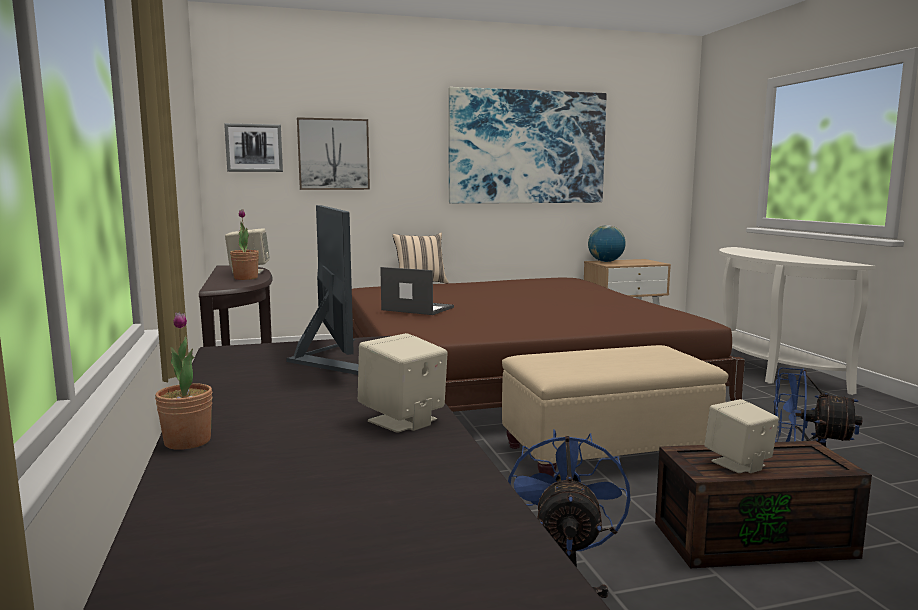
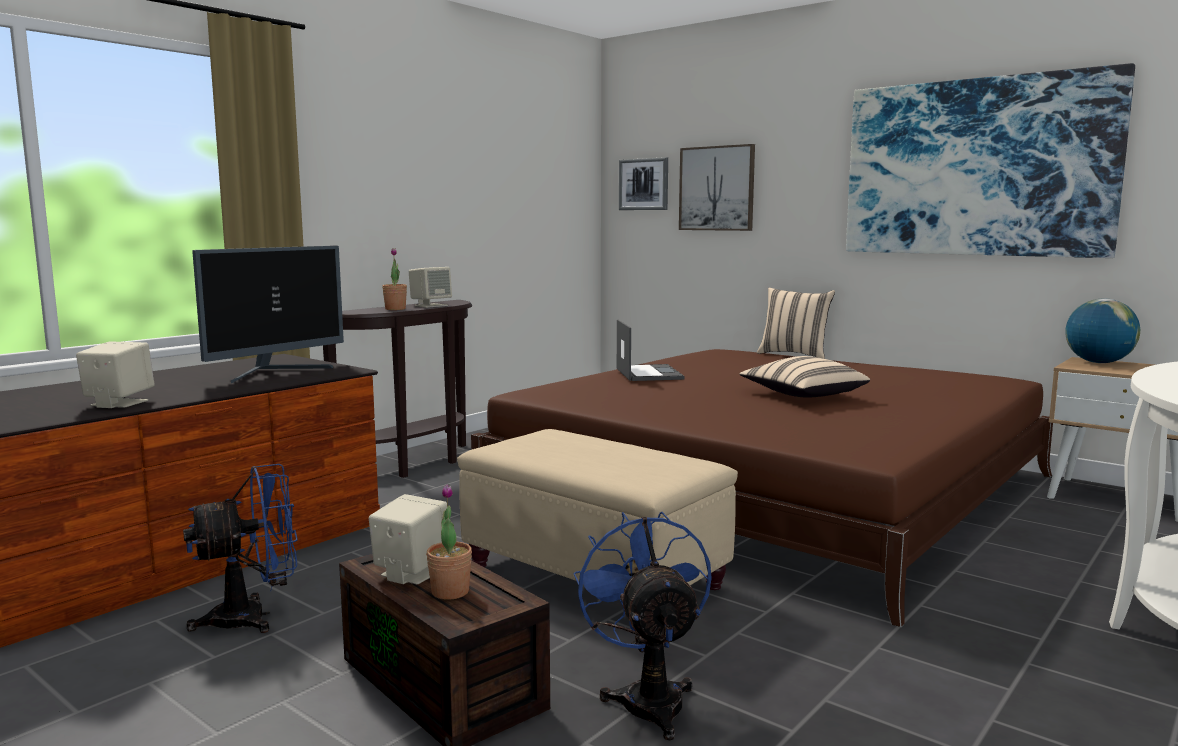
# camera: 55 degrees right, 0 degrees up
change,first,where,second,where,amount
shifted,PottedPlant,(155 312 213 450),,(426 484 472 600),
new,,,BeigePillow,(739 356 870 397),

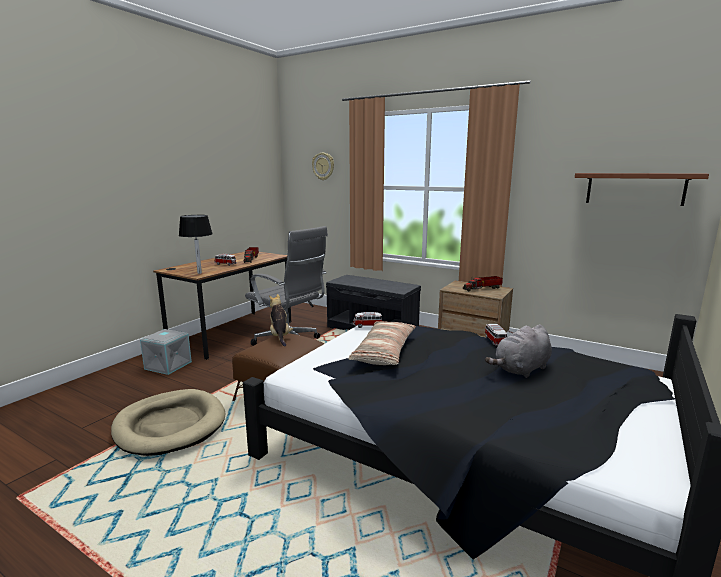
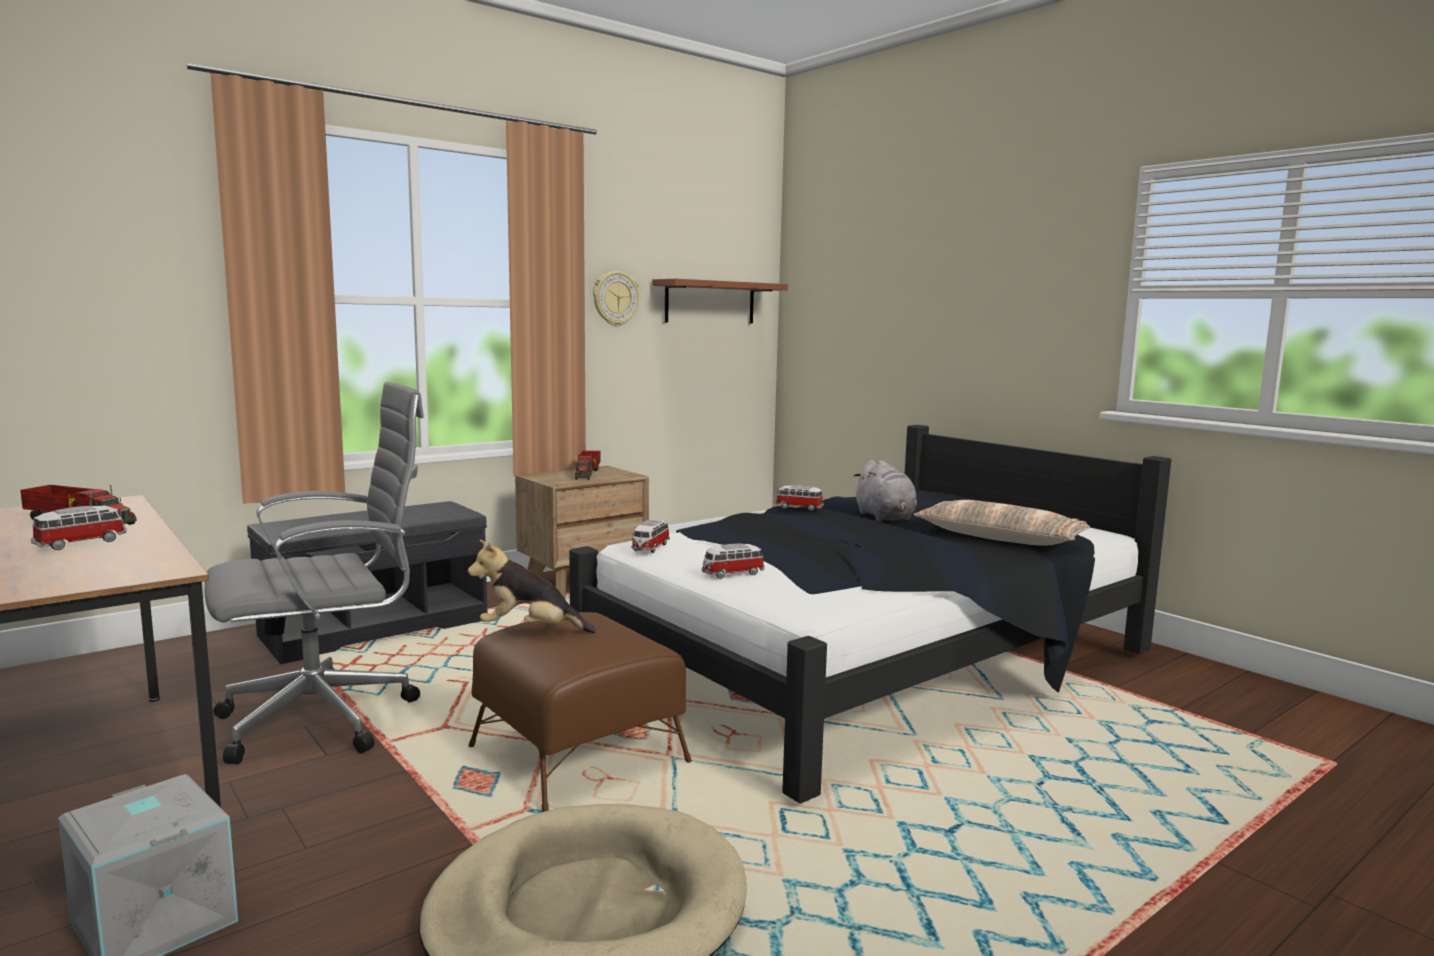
# camera: 70 degrees left, 5 degrees down
change,first,where,second,where,amount
shifted,WallClock,(312 153 334 180),,(593 271 640 327),
gone,BlackTableLamp,(179 215 213 274),,,
shifted,Pillow,(348 321 416 365),,(914 500 1090 546),
new,,,ToyCar,(702 543 765 579),

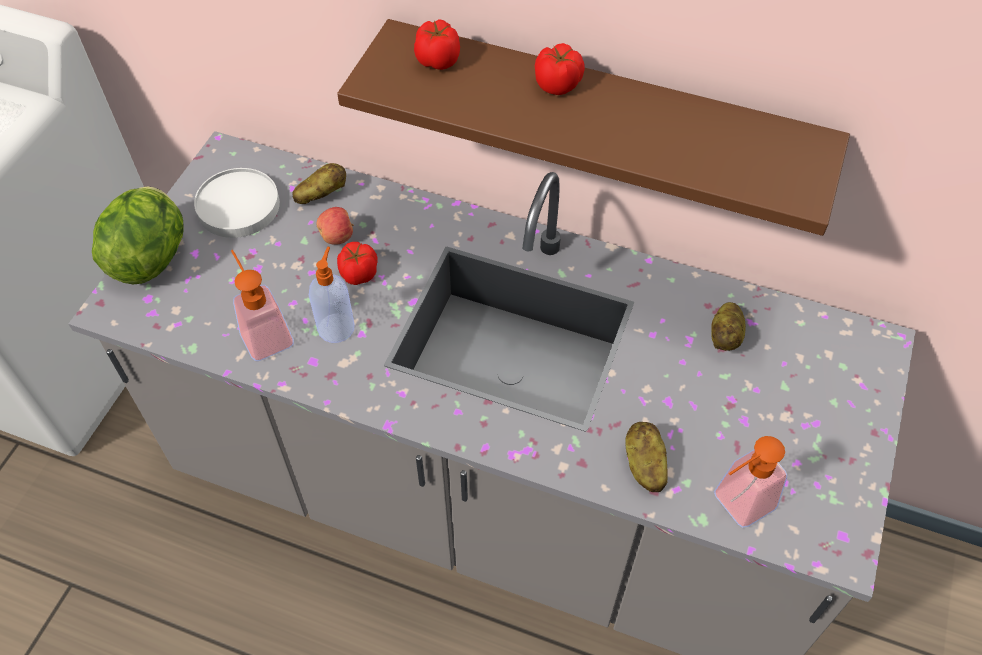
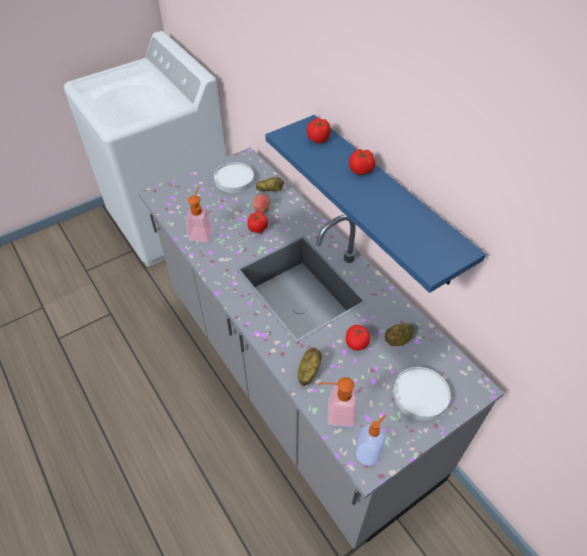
# camera: 35 degrees right, 5 degrees down
change,first,where,second,where,amount
repainted,BrownShelf,(337 19 850 236),BlueShelf,(265 115 486 293),
gone,Lettuce,(92 186 184 284),,,
shifted,SoapDispenser,(309 247 355 343),,(356 414 387 466),
new,,,Tomato,(346 325 370 351),
new,,,WhitePlate,(393 367 450 421),

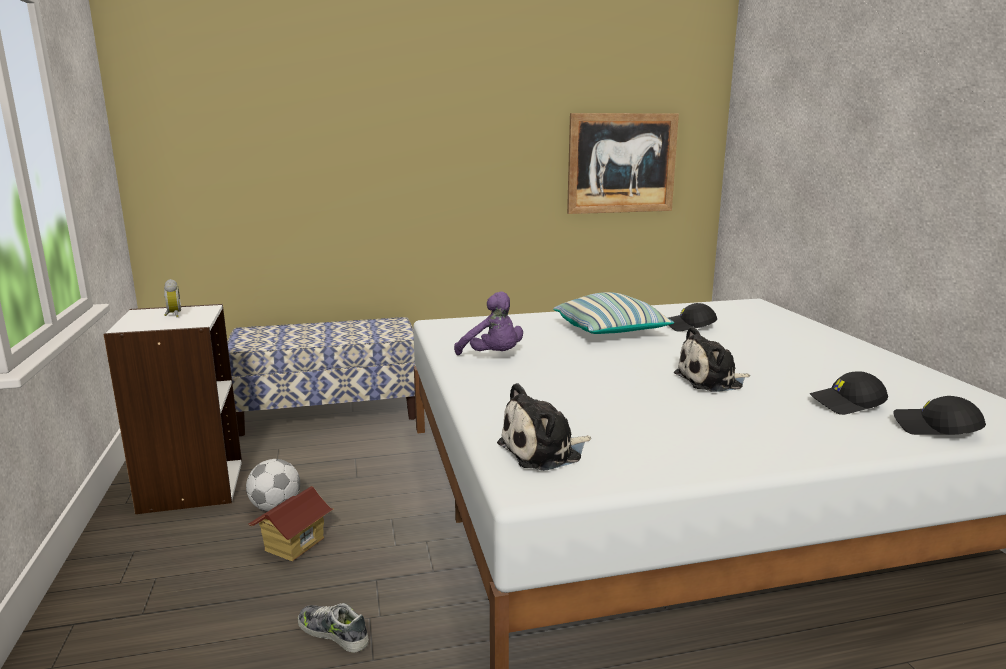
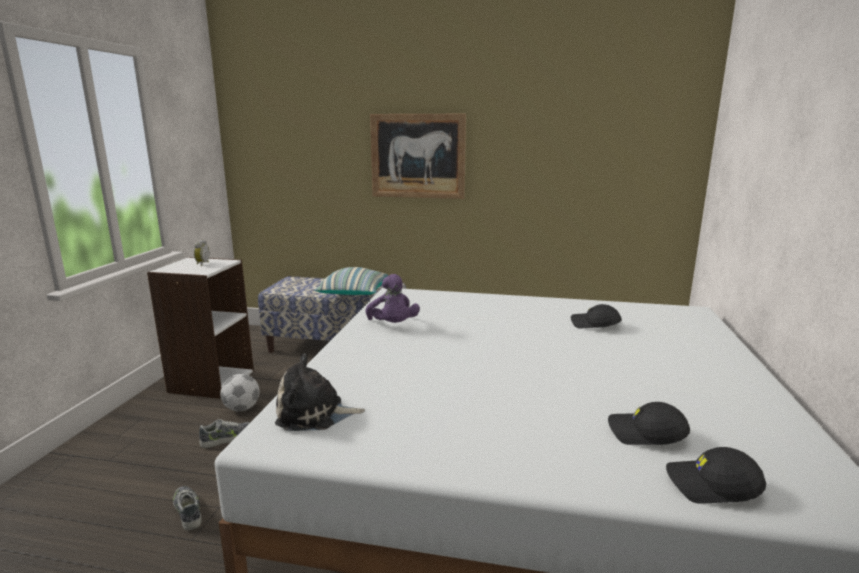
# camera: 25 degrees right, 0 degrees up
change,first,where,second,where,amount
shifted,Picture,(567 113 679 214),,(370 114 466 199),
shifted,Pillow,(553 292 674 334),,(314 267 389 295),
gone,PlushToy,(674 326 750 392),,,
rotated,BlackCap,(893 396 986 435),,(666 447 766 504),45 degrees counterclockwise
swapped,ToyHouse,(249 486 333 561),Shoe,(199 419 249 448),

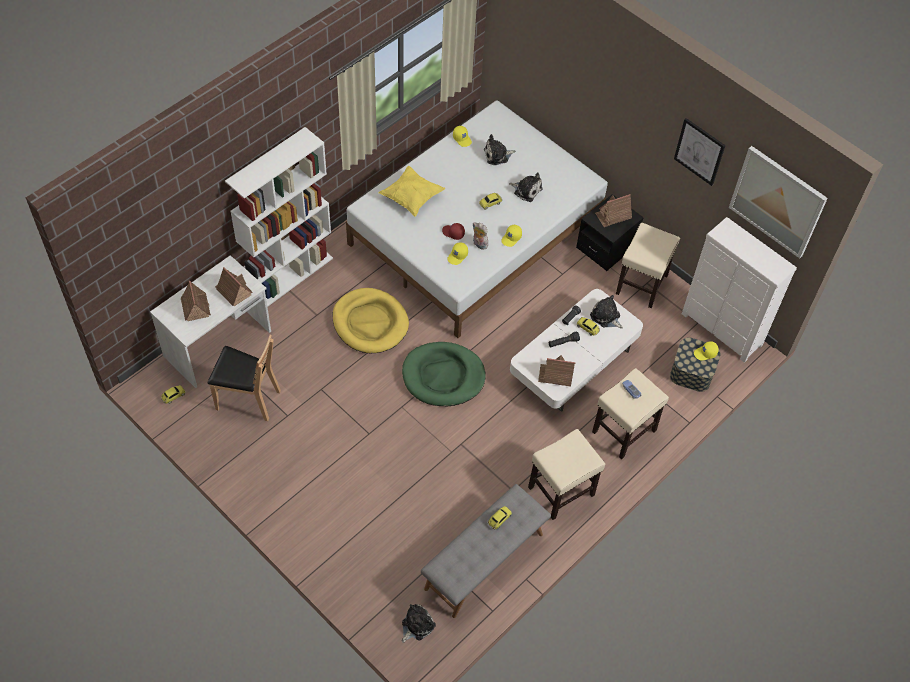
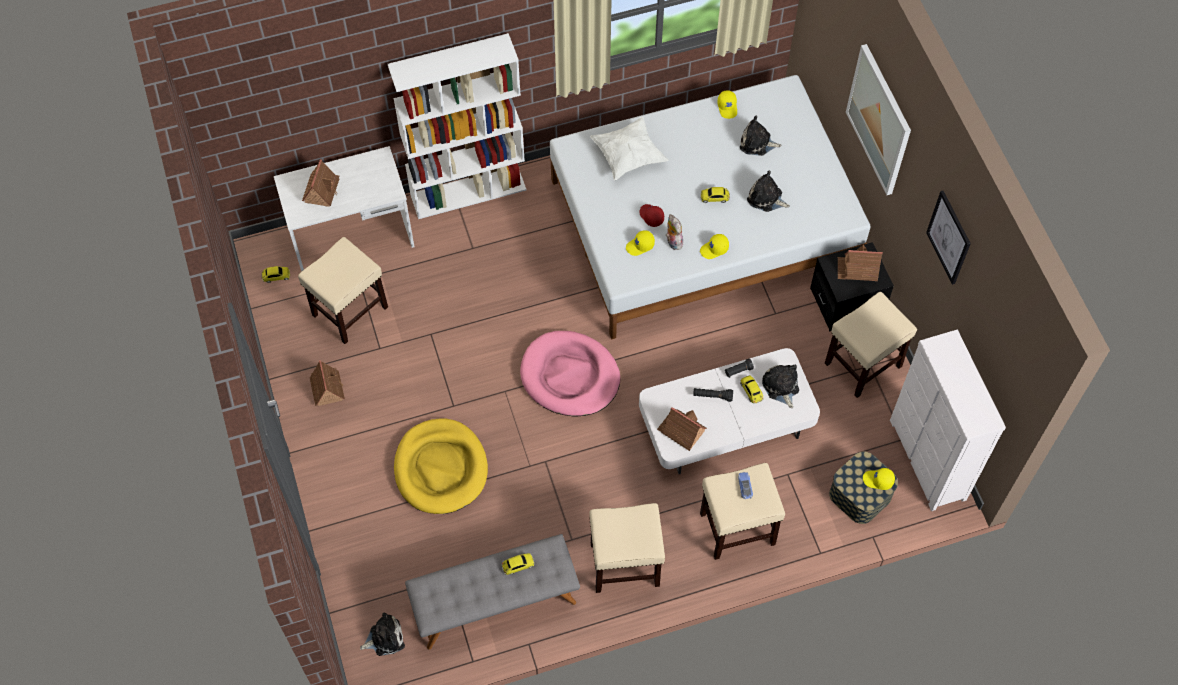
# camera: 30 degrees right, 5 degrees up
change,first,where,second,where,amount
shifted,Picture,(729 146 828 258),,(846 44 911 195),
repainted,YellowPillow,(378 166 446 217),WhitePillow,(590 117 669 180),
rotated,PlushToy,(509 172 543 202),,(747 171 790 212),150 degrees clockwise
shifted,ToyHouse,(215 267 253 306),,(310 360 345 406),
shifted,YellowDogBed,(333 288 409 353),,(394 418 488 514),
swapped,BrownChair,(208 335 281 421),BeigeStool,(298 237 388 344),
repainted,GreenDogBed,(402 342 486 406),PinkDogBed,(520 331 620 416),

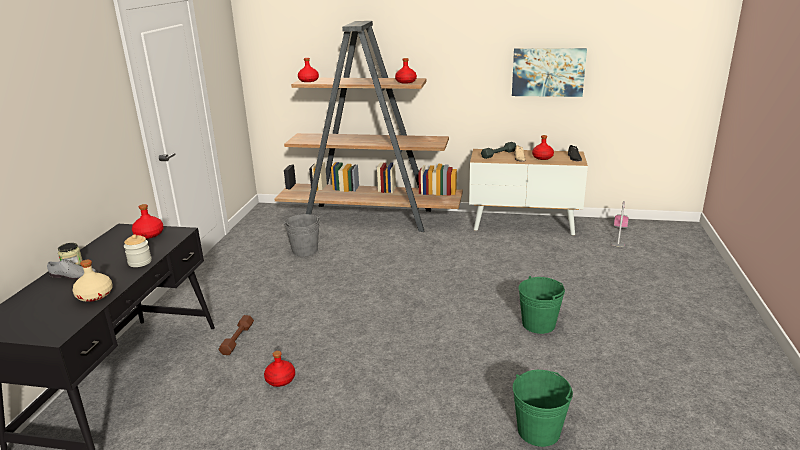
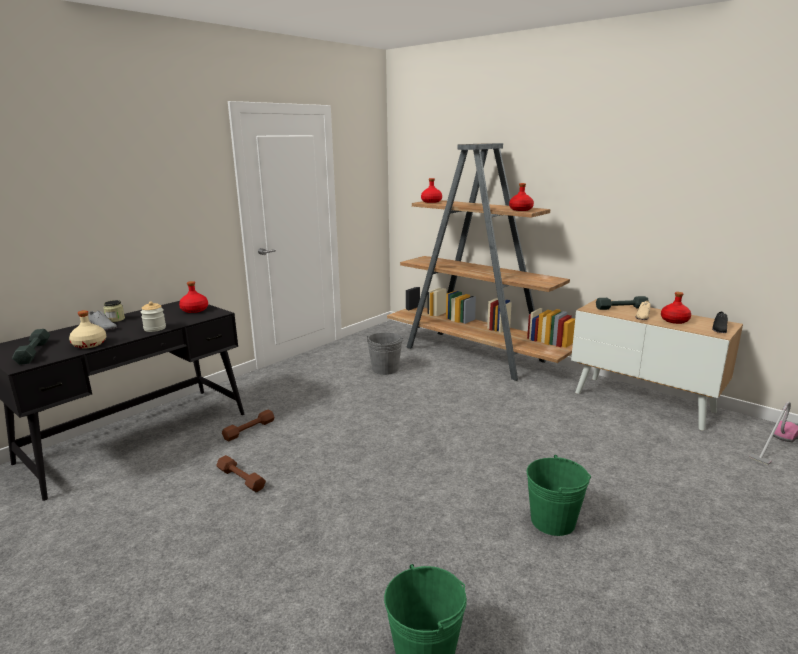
# camera: 30 degrees right, 5 degrees down
change,first,where,second,where,amount
gone,Picture,(512 48 587 97),,,
swapped,RedBottle,(264 351 295 387),BrownDumbbell,(216 455 266 492),
new,,,GreyDumbbell,(12 329 50 365),

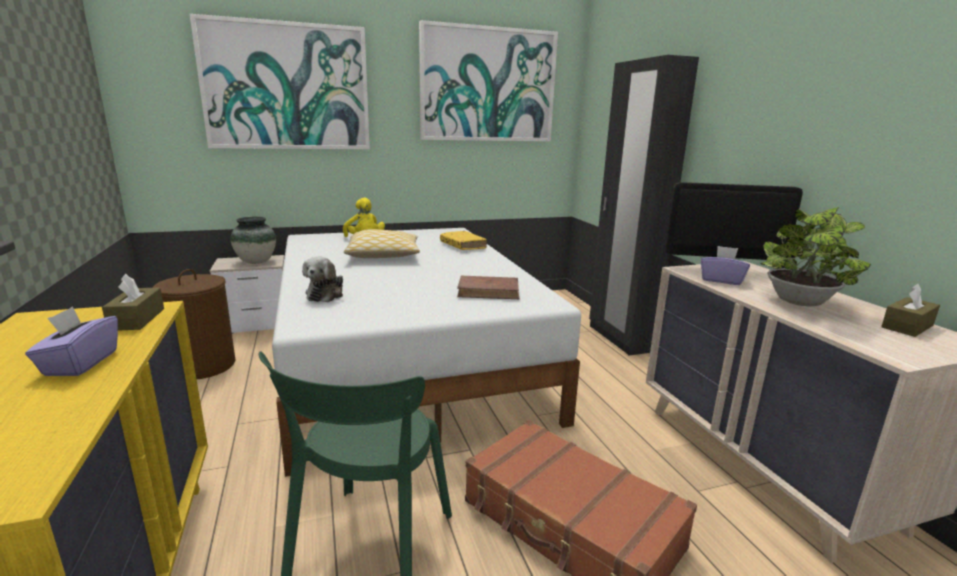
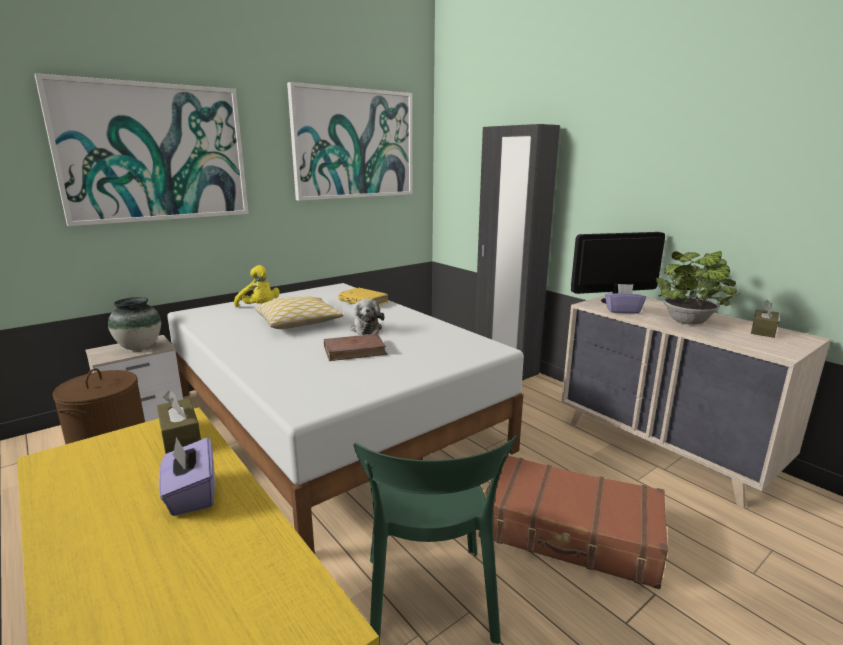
# camera: 20 degrees left, 0 degrees up
change,first,where,second,where,amount
shifted,PlushToy,(302 256 343 302),,(350 299 384 335),
shifted,BrownBook,(457 276 520 299),,(324 334 387 361),

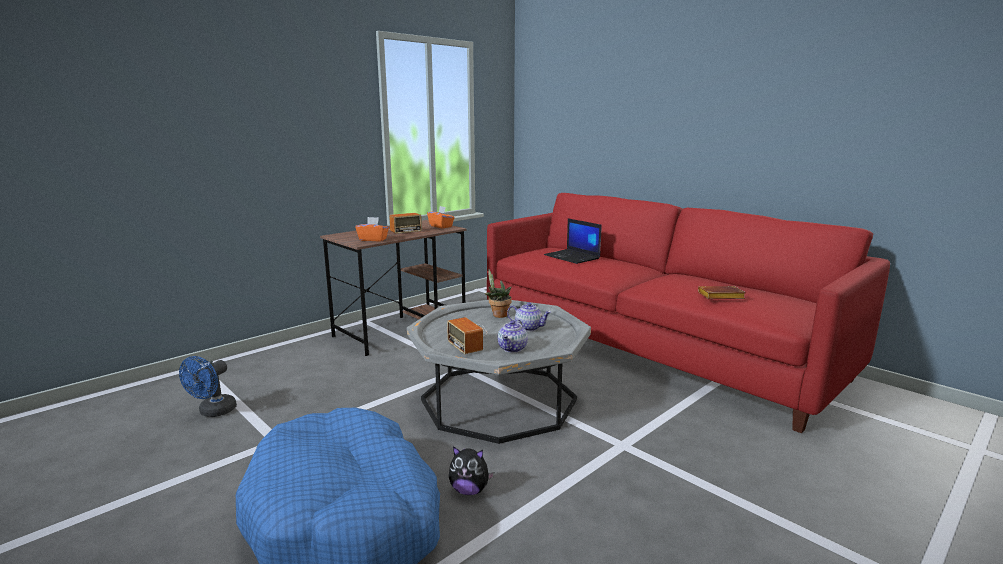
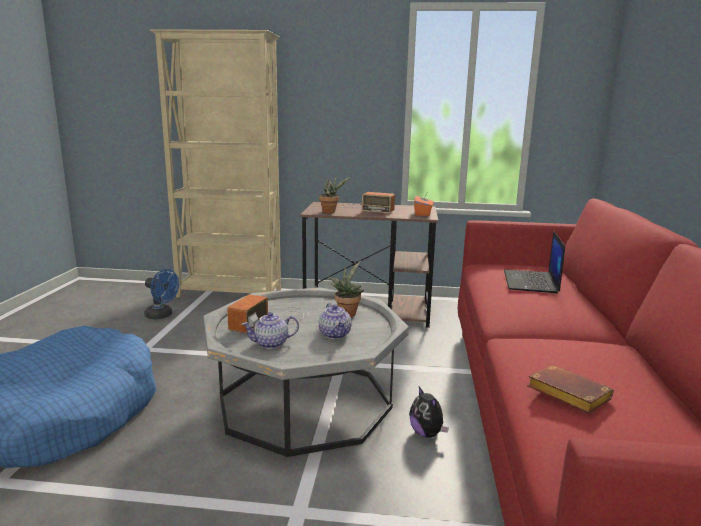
# camera: 50 degrees right, 0 degrees up
change,first,where,second,where,amount
swapped,OrangeTissueBox,(355 217 389 241),PottedPlant,(319 176 351 213),
rotated,BlueFan,(179 356 237 417),,(144 269 179 319),135 degrees counterclockwise
shifted,PlushToy,(449 446 494 495),,(409 387 449 437),
new,,,BeigeBookcase,(150 29 281 298),

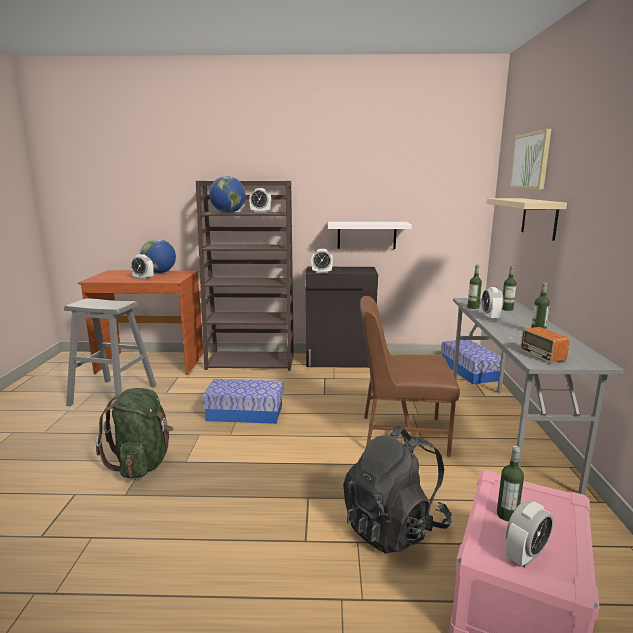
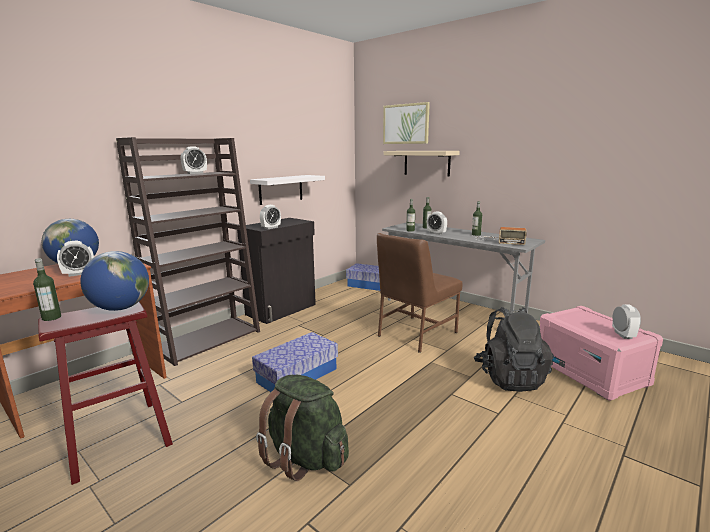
# camera: 50 degrees left, 0 degrees up
change,first,where,second,where,amount
shifted,Globe,(209 176 246 213),,(80 251 149 311),
repainted,GreyStool,(64 298 157 406),RedStool,(38 302 173 485),
shifted,Bottle,(497 446 524 522),,(33 258 61 321),

